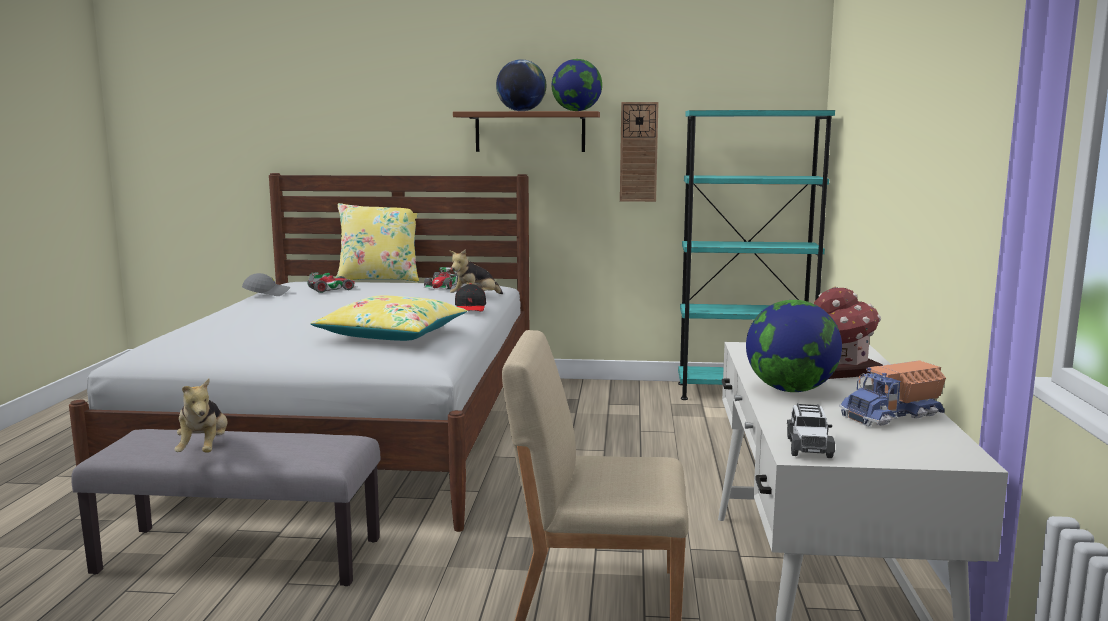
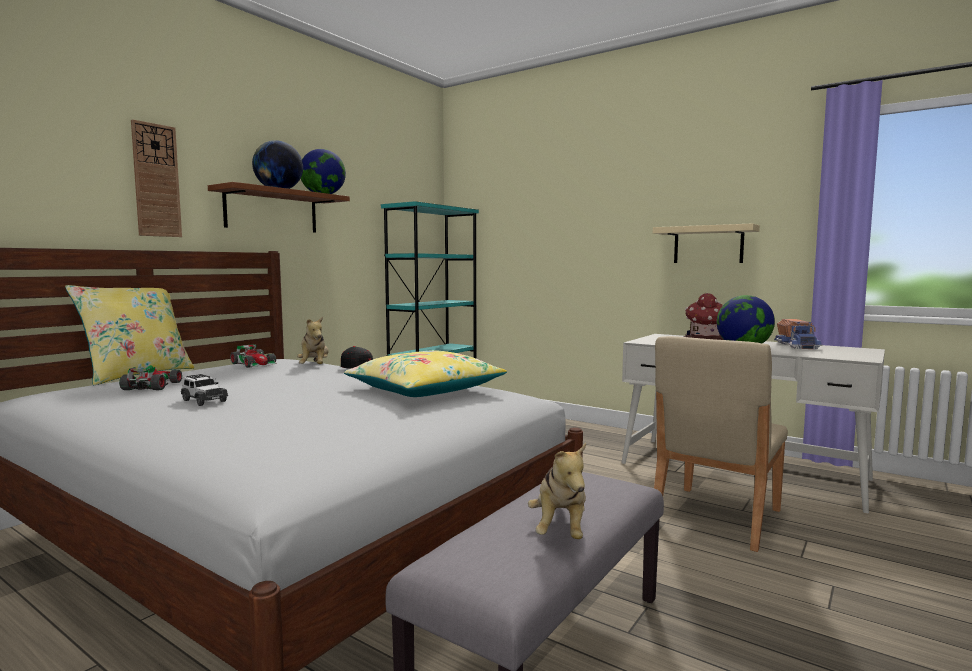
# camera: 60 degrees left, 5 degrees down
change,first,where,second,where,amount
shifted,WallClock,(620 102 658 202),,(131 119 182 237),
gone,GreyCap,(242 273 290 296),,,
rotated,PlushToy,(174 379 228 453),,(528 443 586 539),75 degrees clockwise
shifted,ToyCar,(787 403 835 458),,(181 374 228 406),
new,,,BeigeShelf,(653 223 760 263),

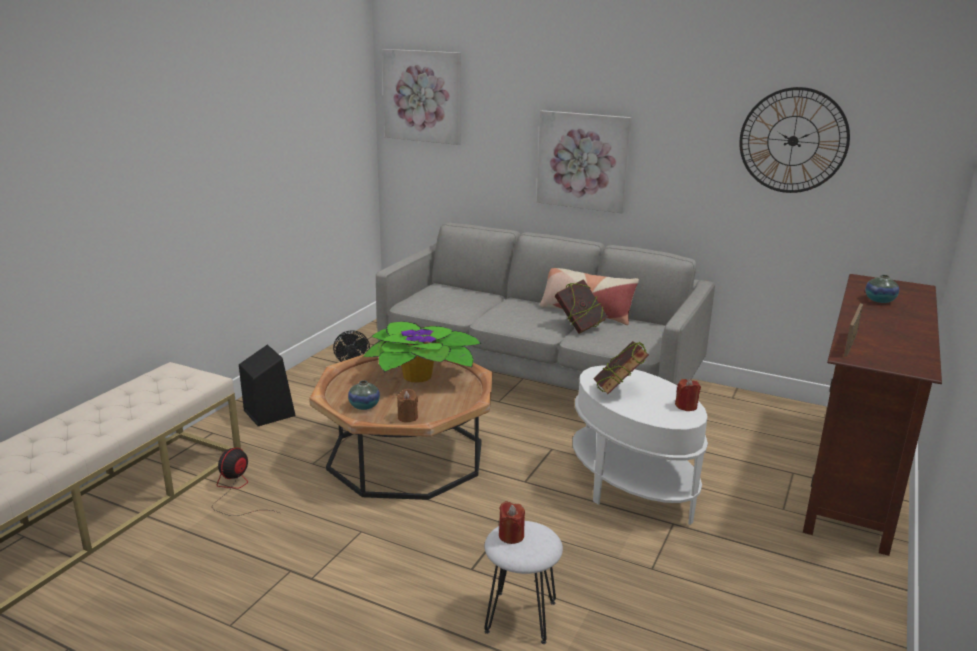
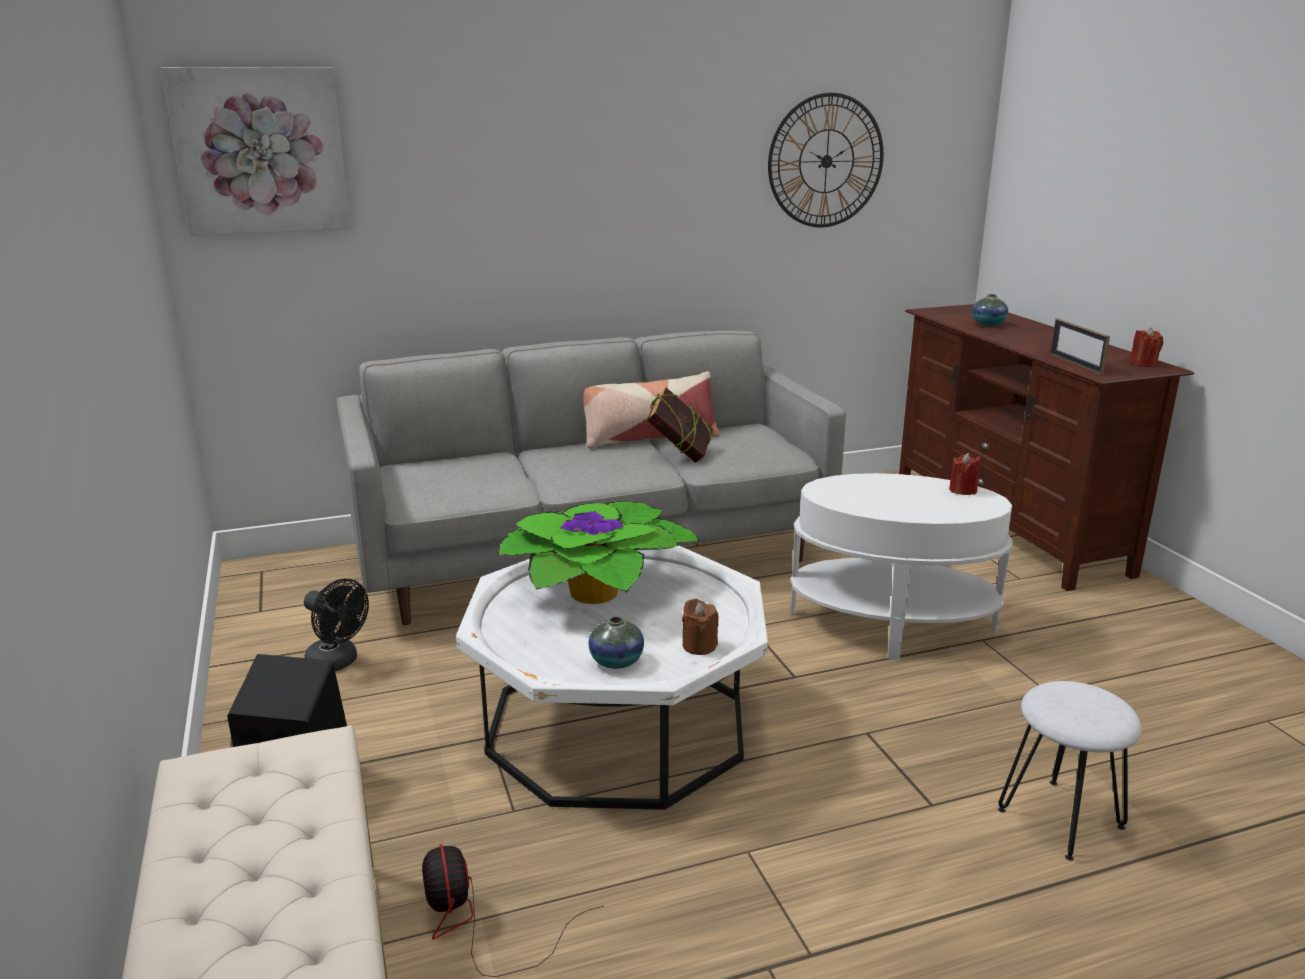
# camera: 45 degrees left, 0 degrees up
change,first,where,second,where,amount
gone,Picture,(537 110 632 213),,,
gone,Book,(593 341 649 394),,,
repainted,BrownCoffeeTable,(309 355 493 500),WhiteCoffeeTable,(456 546 768 810),
shifted,RedCandle,(499 501 525 544),,(1129 328 1163 367),

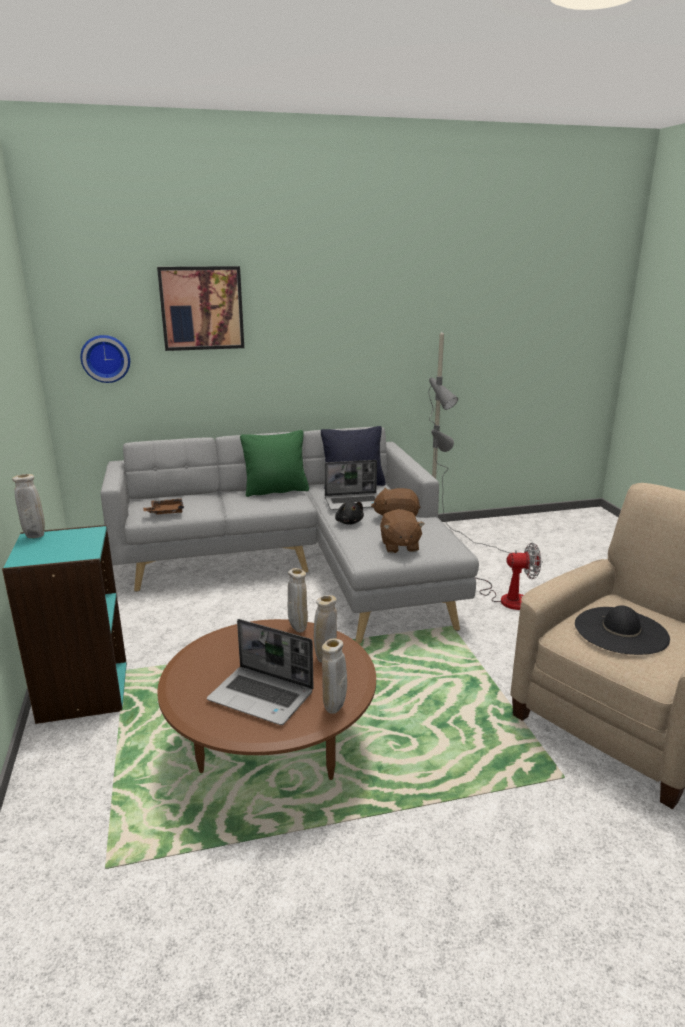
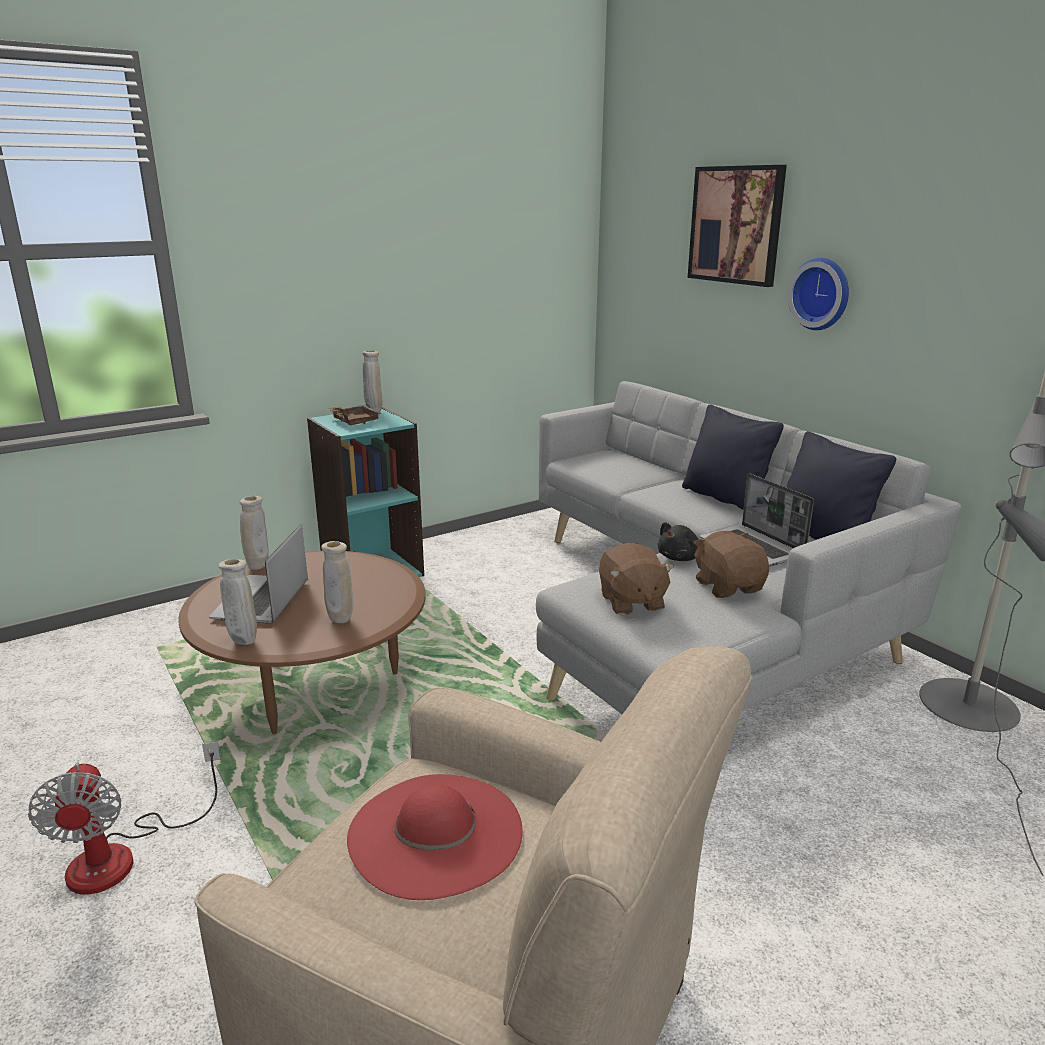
# camera: 70 degrees right, 0 degrees up
change,first,where,second,where,amount
shifted,WallClock,(80 335 130 383),,(788 258 849 330),
repainted,GreenPillow,(240 430 309 497),BlackPillow,(682 405 784 510),
shifted,BrownTray,(143 498 184 515),,(329 405 382 425),
rotated,BrownPlushToy,(380 509 425 553),,(599 543 674 615),75 degrees counterclockwise
shifted,Fan,(474 543 541 610),,(28 741 221 894),
shifted,BeigeVase,(288 568 308 632),,(240 496 269 570),
repainted,BlackHat,(575 606 670 655),RedHat,(347 774 523 900),

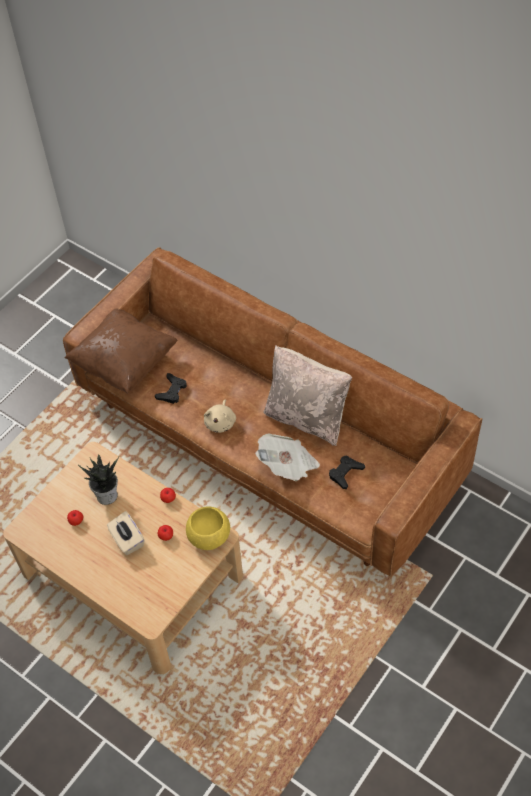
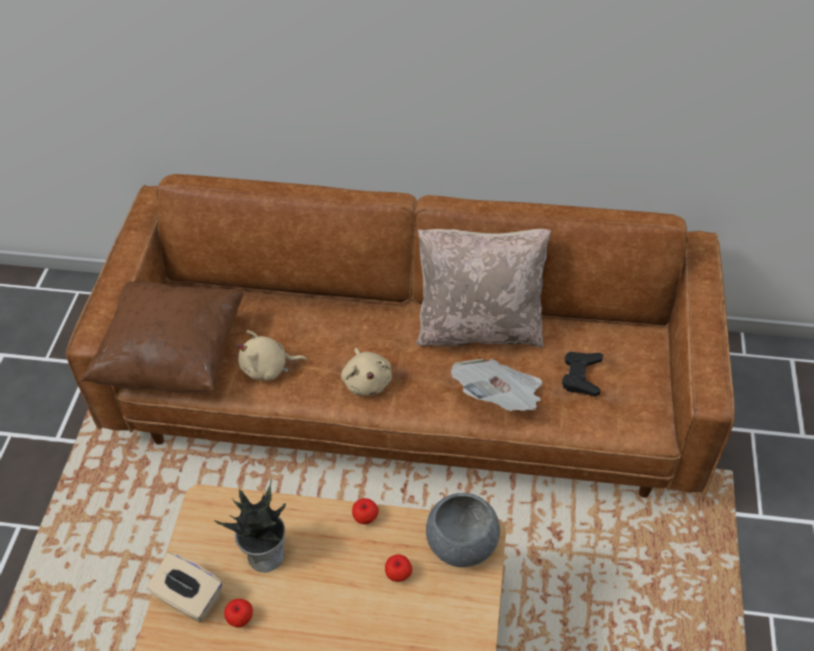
# camera: 30 degrees left, 5 degrees down
change,first,where,second,where,amount
swapped,BlackGameController,(155 373 187 404),BeigePlushToy,(237 330 308 381),
repainted,YellowBowl,(186 506 230 550),GreyBowl,(426 493 500 567),
shifted,BeigeTissueBox,(107 511 144 555),,(146 552 222 622),

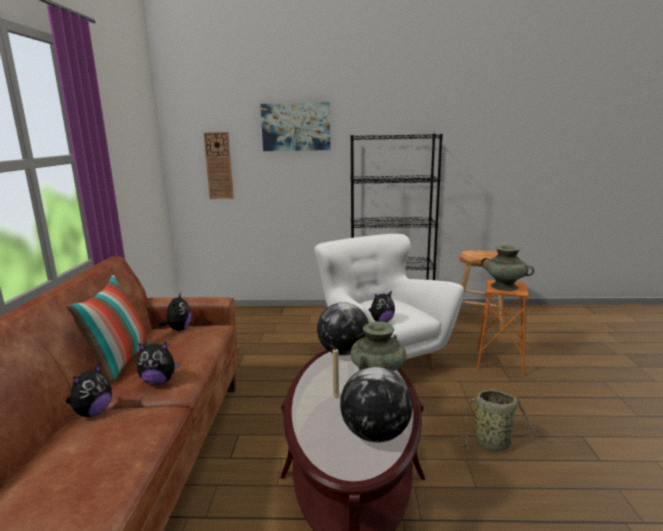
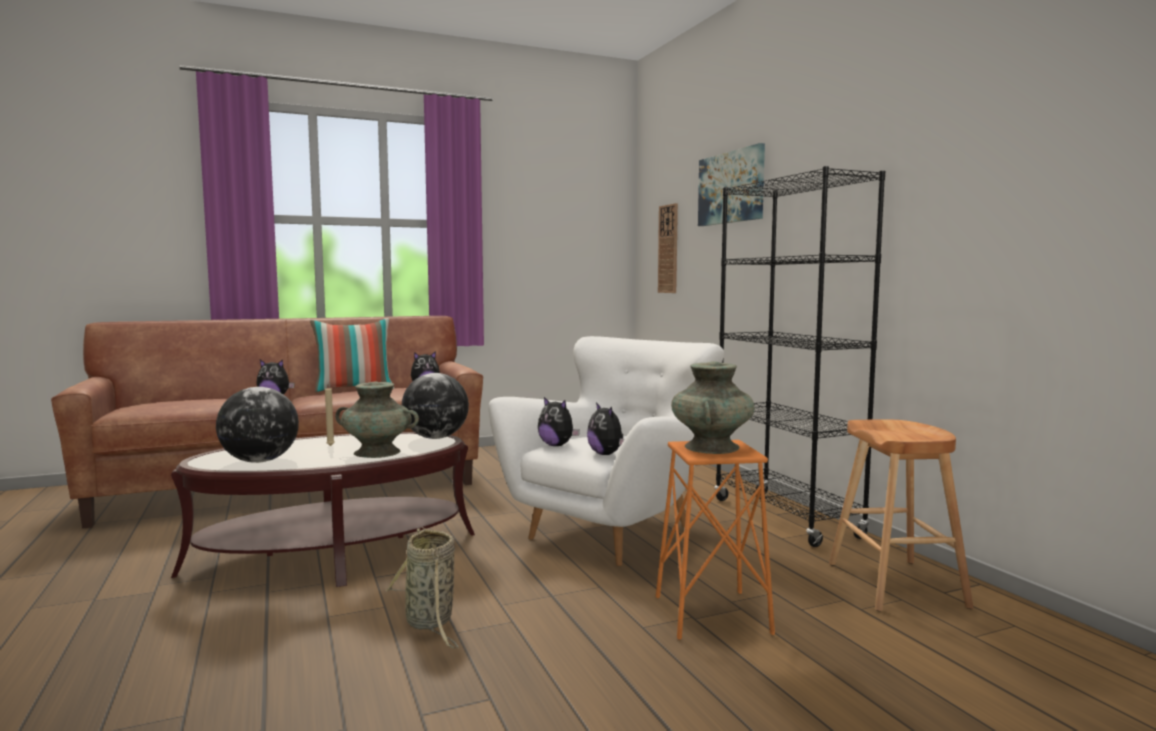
# camera: 65 degrees right, 10 degrees down
change,first,where,second,where,amount
shifted,PlushToy,(137 342 180 385),,(587 402 624 455),

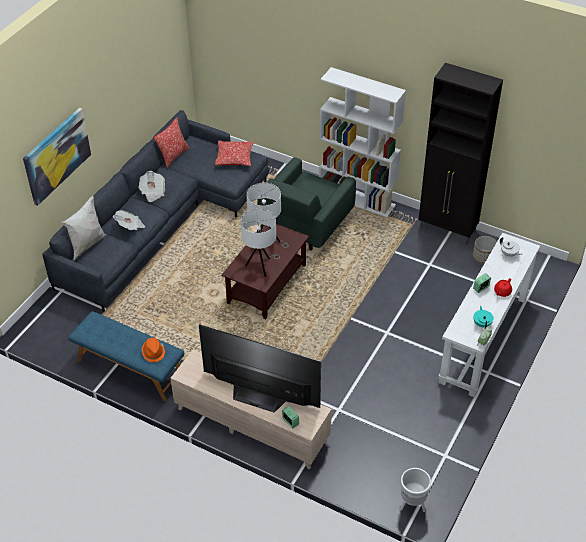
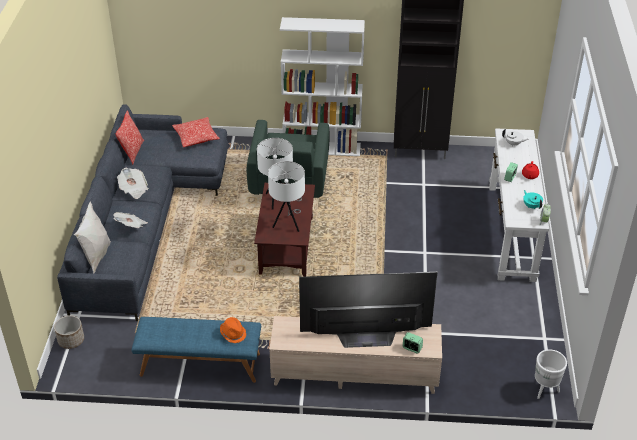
# camera: 25 degrees left, 5 degrees down
change,first,where,second,where,amount
gone,Picture,(23 108 91 206),,,
shifted,Planter,(473 236 497 264),,(54 315 84 349),

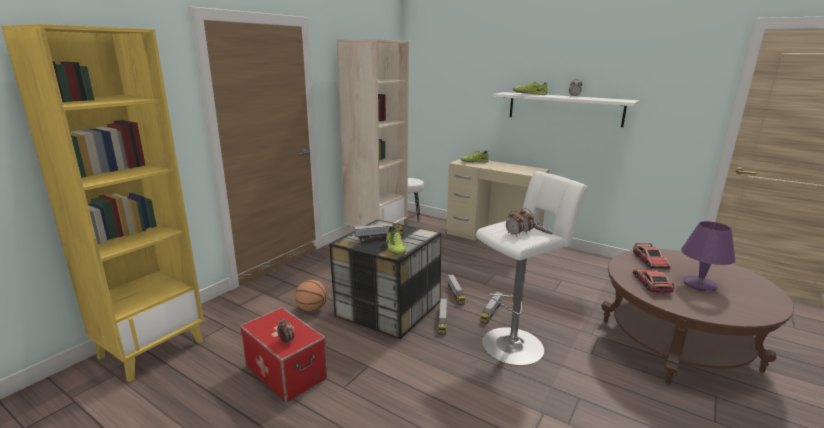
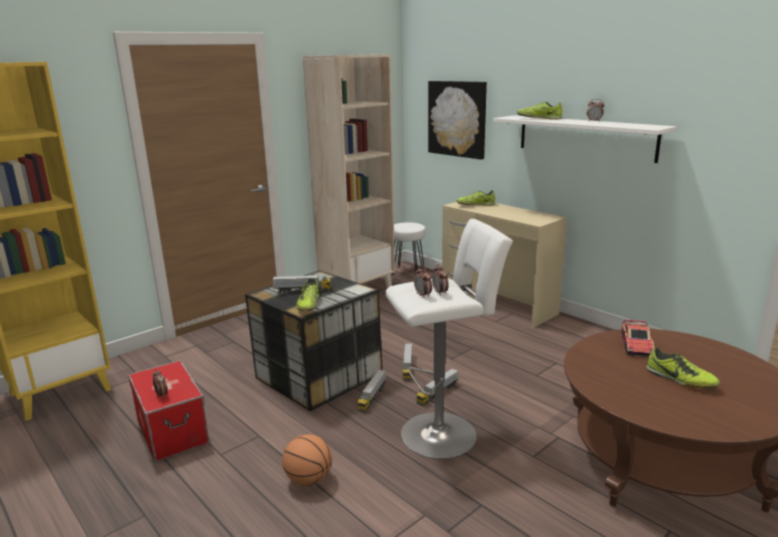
# camera: 15 degrees right, 0 degrees up
change,first,where,second,where,amount
swapped,PurpleTableLamp,(681 221 735 292),Shoe,(646 347 720 389),
gone,ToyCar,(632 270 675 293),,,
shifted,Basketball,(295 280 327 312),,(282 434 332 486),
new,,,Picture,(428 81 487 160),

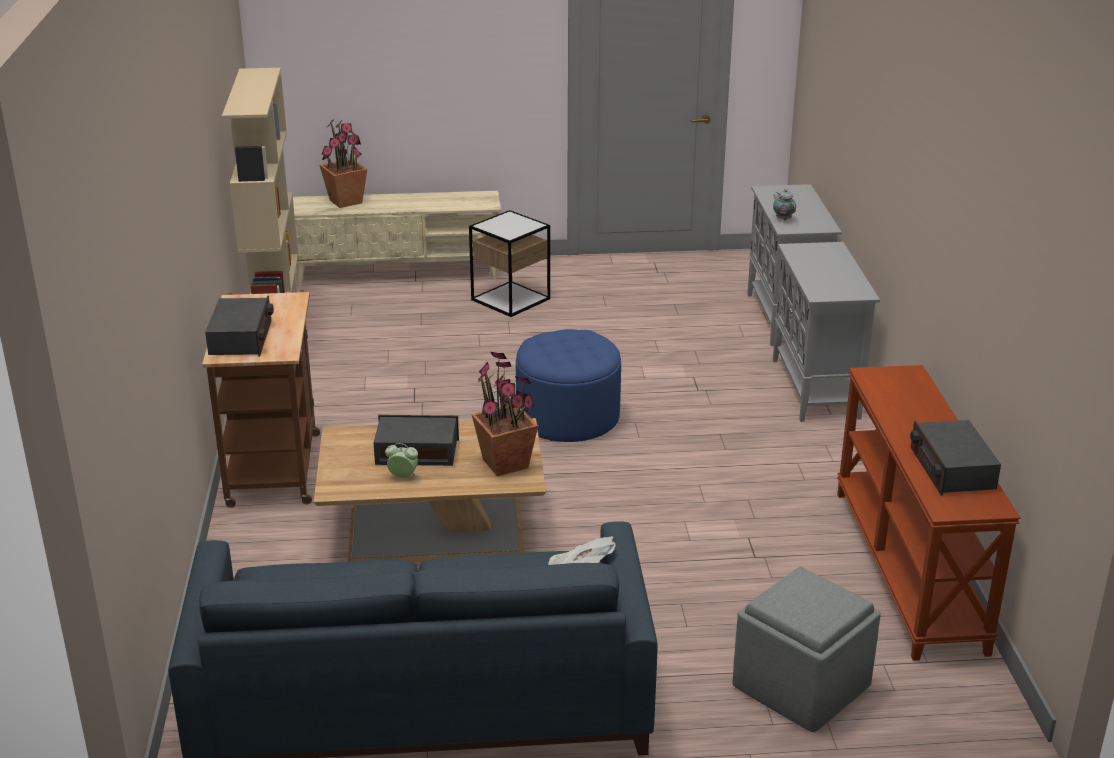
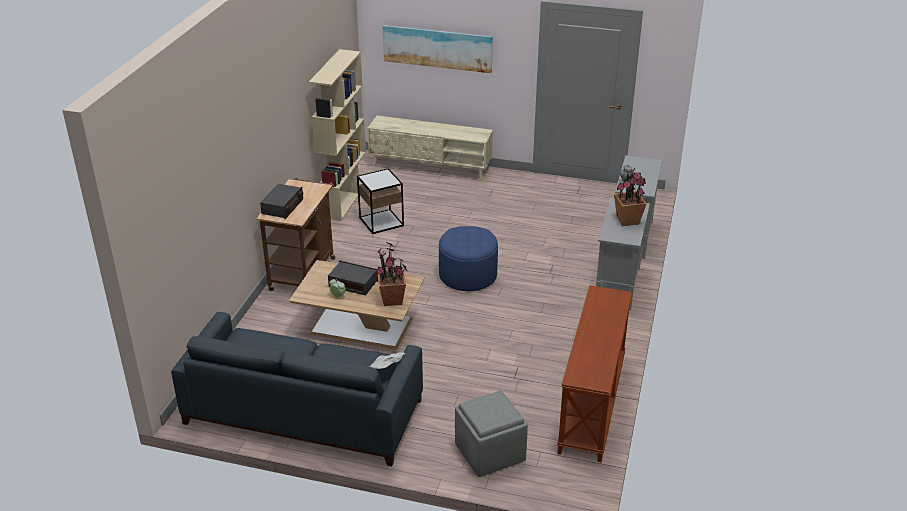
# camera: 20 degrees right, 5 degrees up
change,first,where,second,where,amount
shifted,PottedPlant,(320 119 367 208),,(614 167 647 226),
shifted,SideTable,(469 210 550 317),,(357 168 404 234),
gone,Radio,(910 420 1001 496),,,
new,,,Picture,(383 25 493 73),

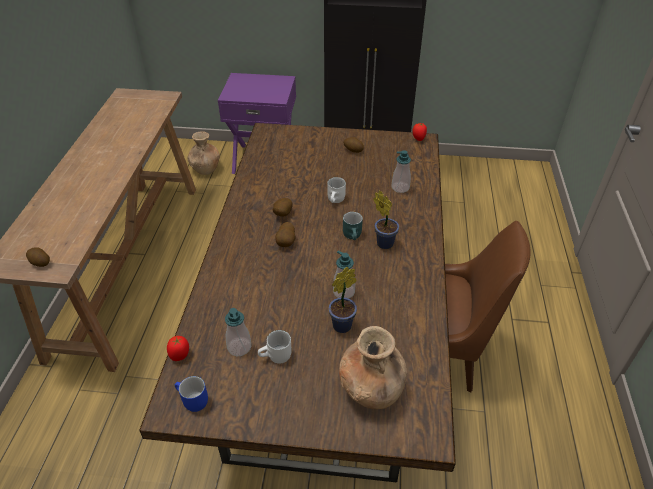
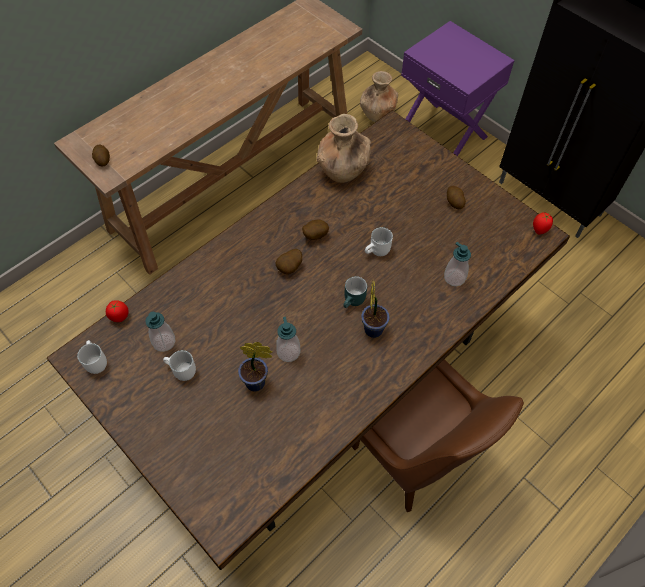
# camera: 40 degrees right, 15 degrees up
change,first,where,second,where,amount
shifted,BrownVase,(339 326 407 409),,(317 114 371 183),
repainted,BlueMug,(175 376 208 412),WhiteMug,(77 340 107 374),

